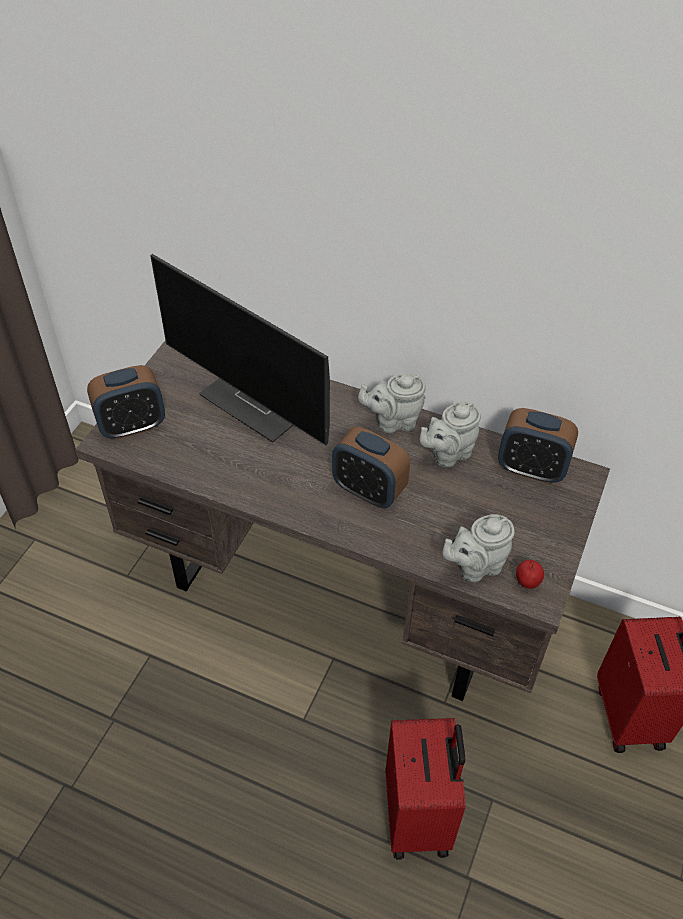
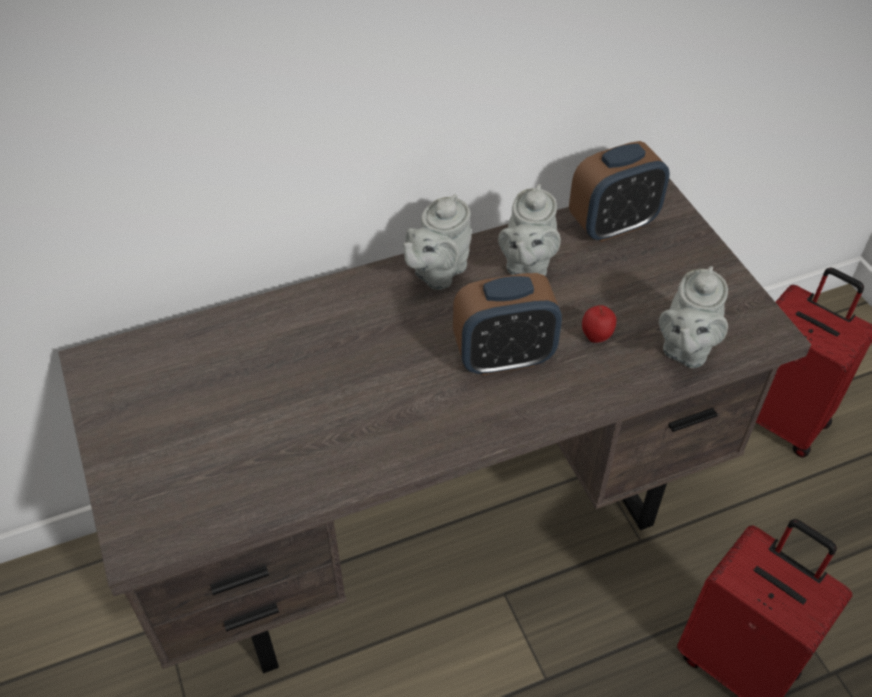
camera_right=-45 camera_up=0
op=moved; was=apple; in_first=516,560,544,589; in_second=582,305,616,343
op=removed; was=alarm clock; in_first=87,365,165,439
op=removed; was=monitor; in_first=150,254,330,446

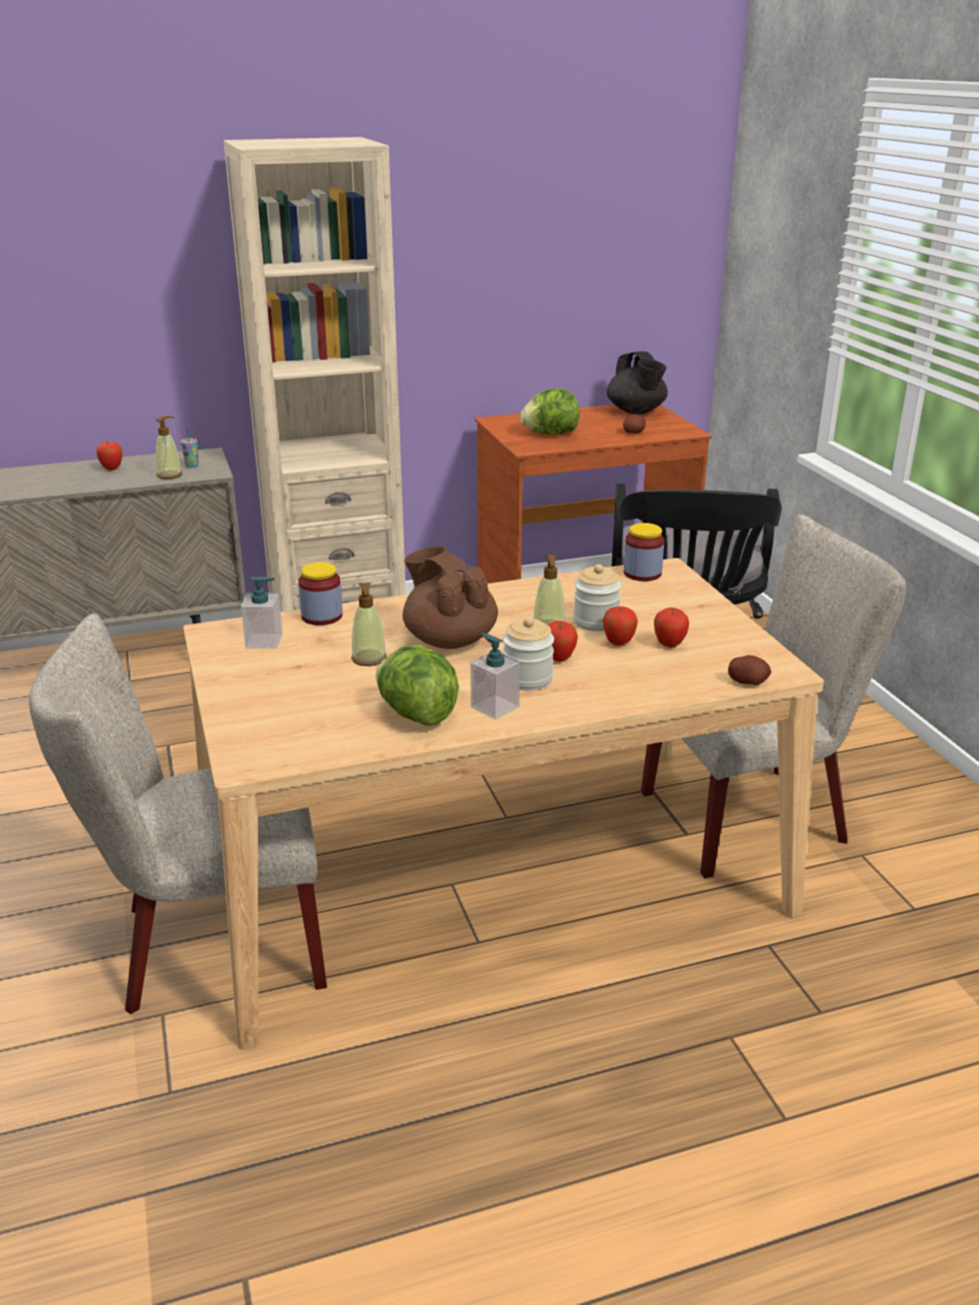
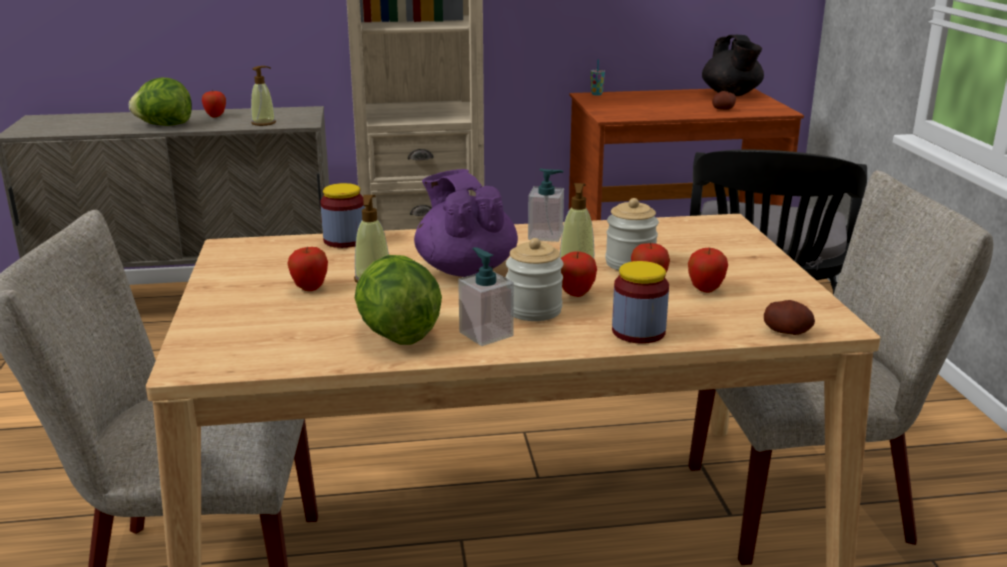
camera_right=10 camera_up=-5
op=moved; was=lettuce; in_first=521,388,579,435; in_second=129,78,192,126
op=added; now=apple; in_second=287,247,328,291
op=recoloured; was=teapot (brown); now=teapot (purple); in_first=403,546,498,649; in_second=414,169,518,277
op=moved; was=soap dispenser; in_first=241,577,283,649; in_second=528,169,564,242
op=moved; was=cup; in_first=181,427,199,468; in_second=591,59,605,95
op=moved; was=jar; in_first=624,523,664,581; in_second=612,261,669,343

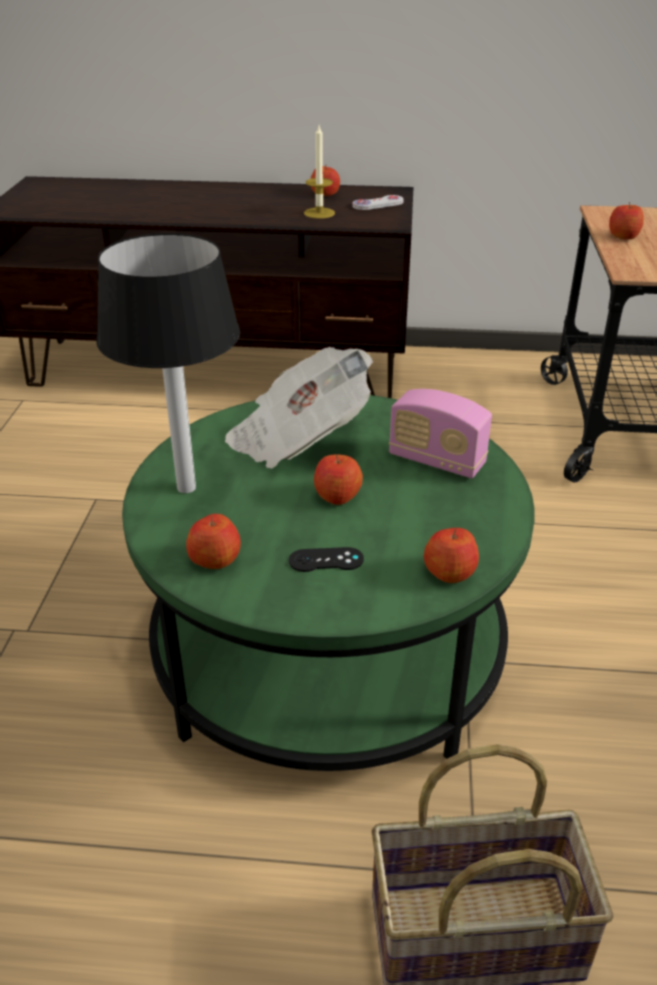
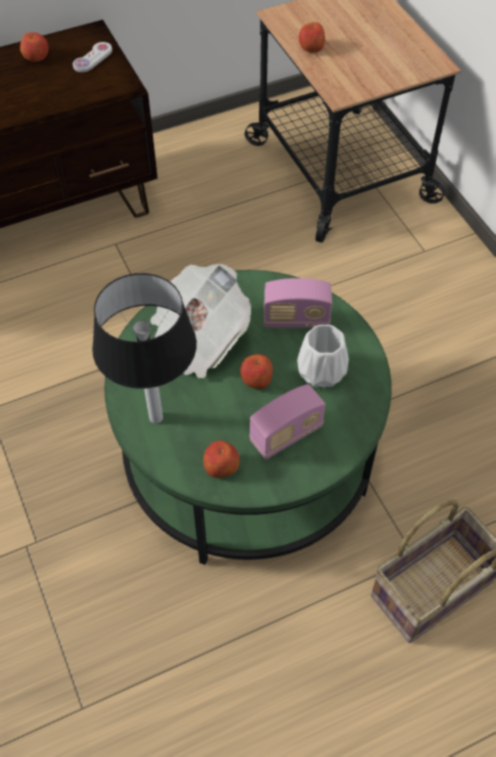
camera_right=-30 camera_up=20
op=replaced; was=game controller (black); now=radio; in_first=289,547,364,572; in_second=249,384,325,460
op=added; now=vase (white); in_second=297,325,349,388
op=removed; was=candle; in_first=304,126,335,219
op=removed; was=apple; in_first=424,528,479,583

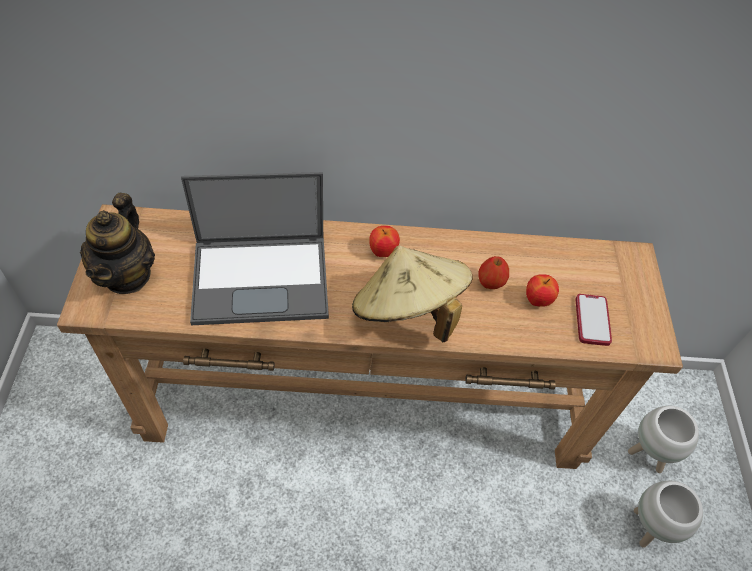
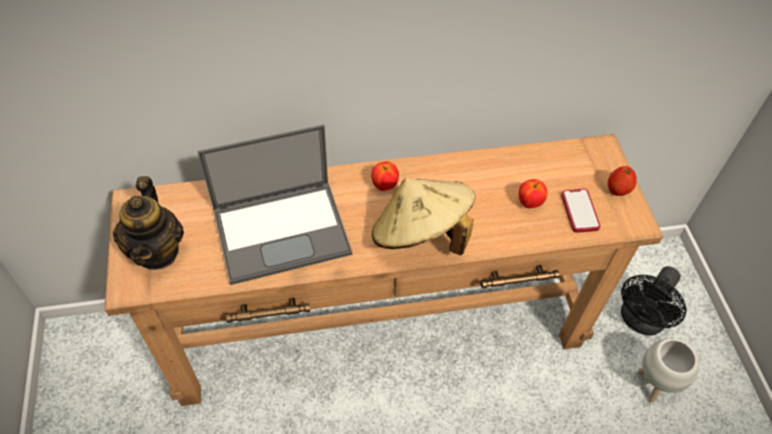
camera_right=-10 camera_up=0
op=moved; was=apple; in_first=479,256,509,289; in_second=608,166,637,196
op=replaced; was=planter (white); now=fan (black); in_first=628,406,699,473; in_second=621,266,686,336

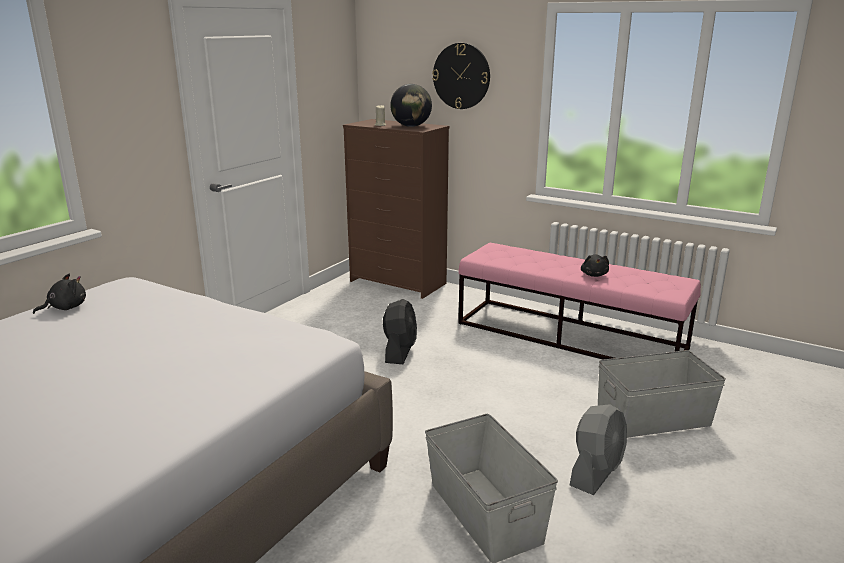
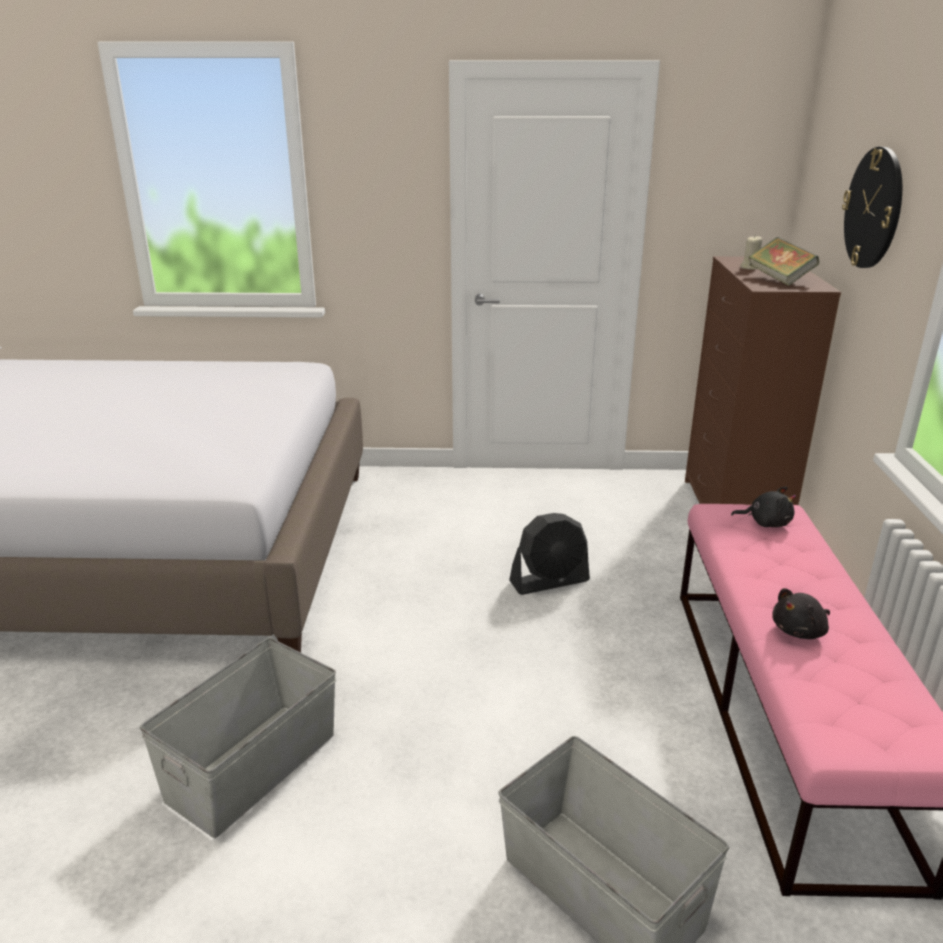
camera_right=60 camera_up=5
op=moved; was=plush toy (black); in_first=33,274,86,314; in_second=731,487,796,527
op=replaced; was=globe; now=book; in_first=390,84,432,127; in_second=749,237,819,286
op=removed; was=fan (grey); in_first=570,404,627,495

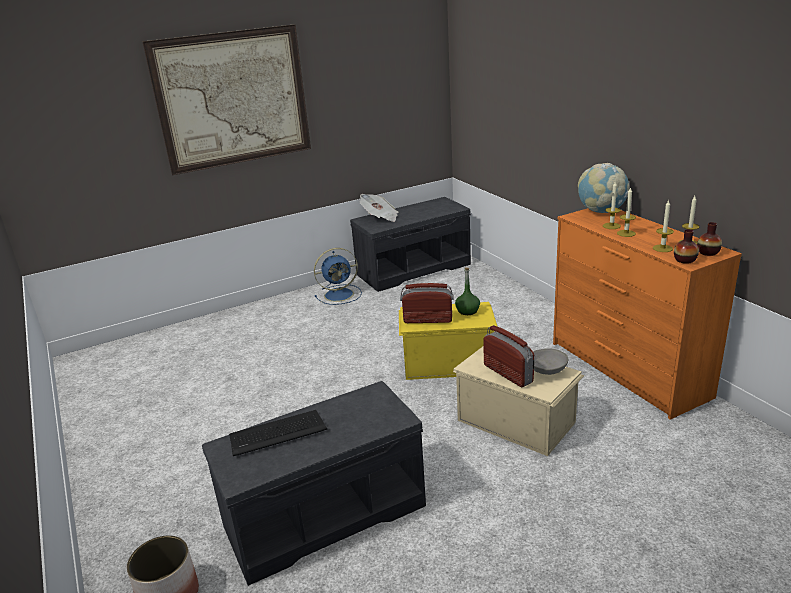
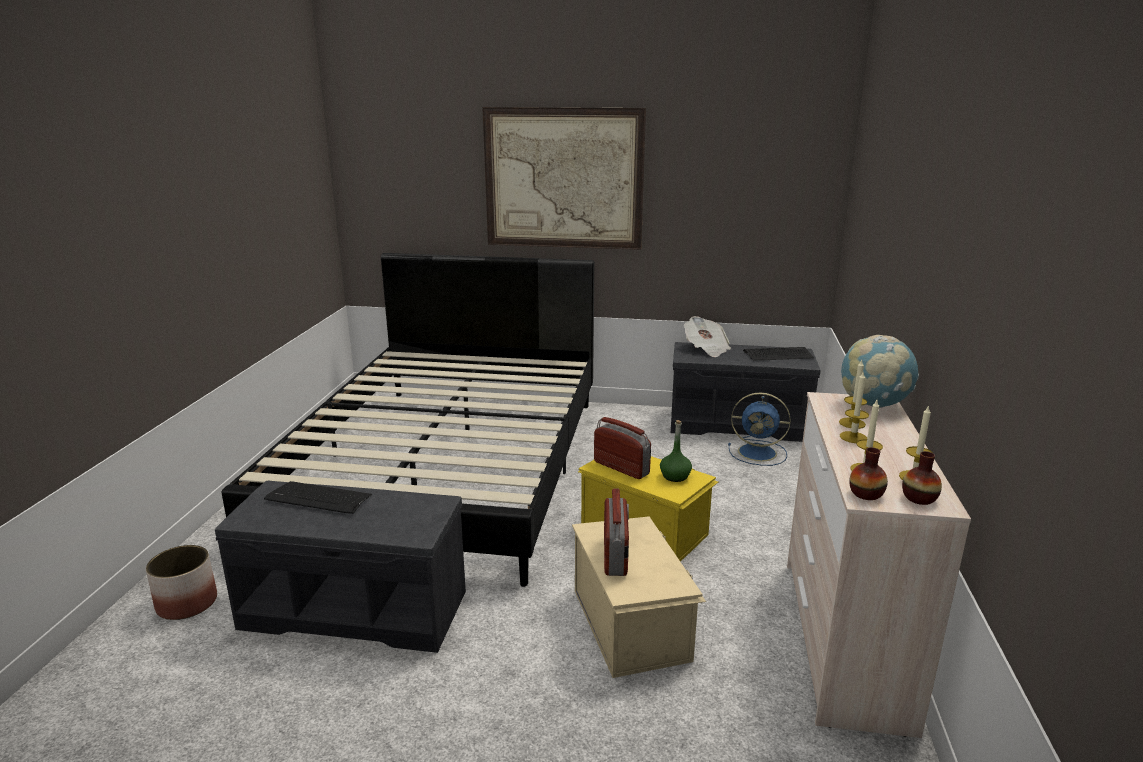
camera_right=35 camera_up=-5
op=added; now=bed (black); in_second=222,253,594,587
op=moved; was=fan (blue); in_first=314,248,362,305; in_second=728,393,791,466
op=added; now=keyboard; in_second=743,347,814,361
op=recoloured; was=dresser (orange); now=dresser (beige); in_first=553,208,742,420; in_second=787,392,971,738
op=removed; was=bowl (grey); in_first=533,348,568,375

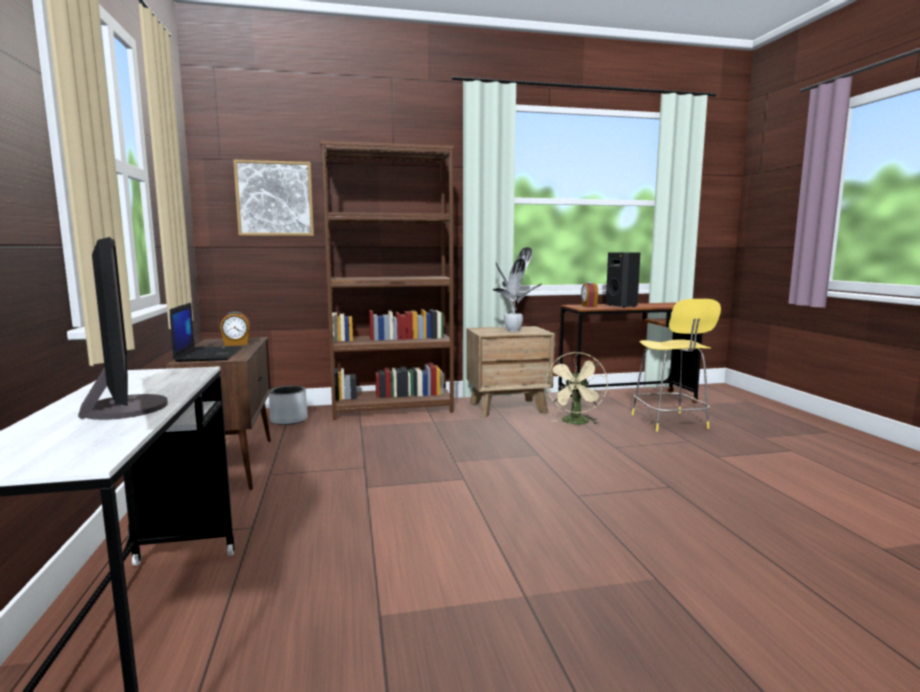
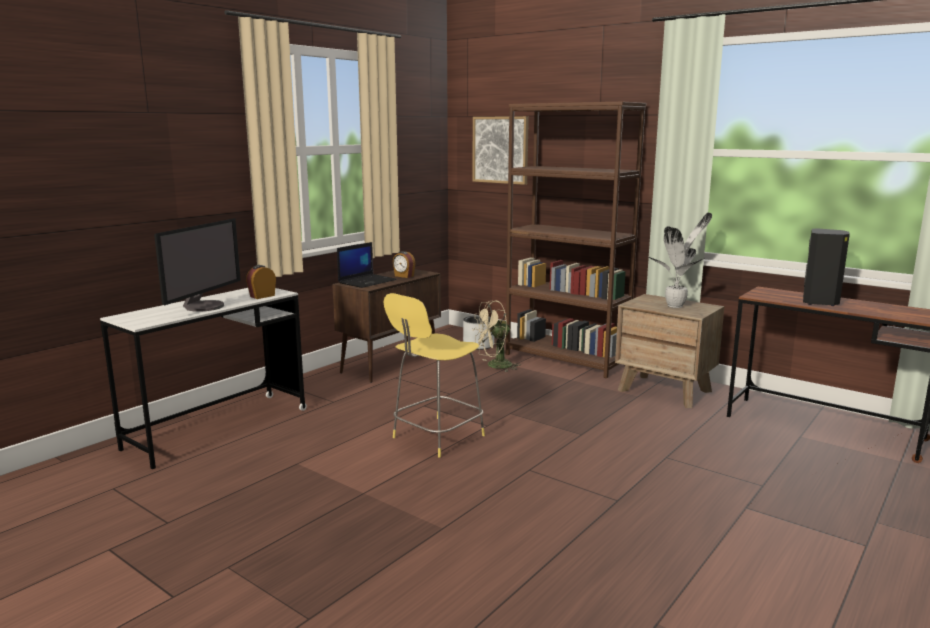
camera_right=50 camera_up=5
op=moved; was=alarm clock; in_first=581,282,598,307; in_second=246,265,276,299
op=moved; was=stool (yellow); in_first=631,299,721,432; in_second=384,293,485,458
op=moved; was=fan (beige); in_first=546,352,608,424; in_second=472,300,520,372

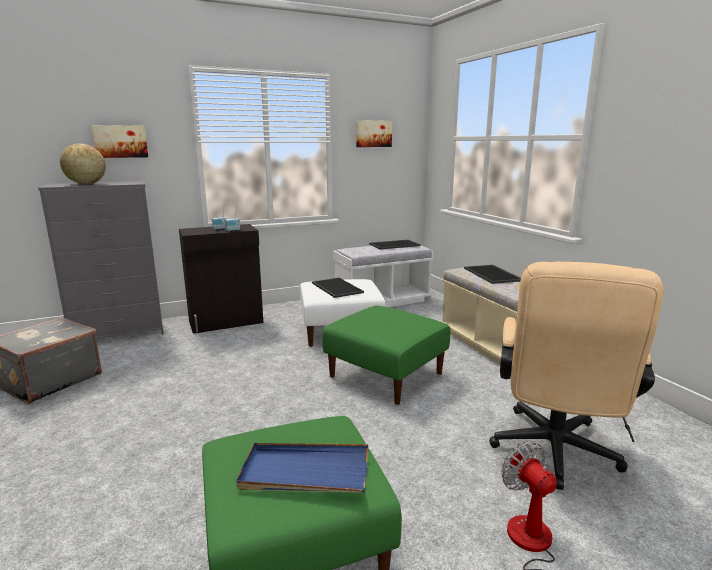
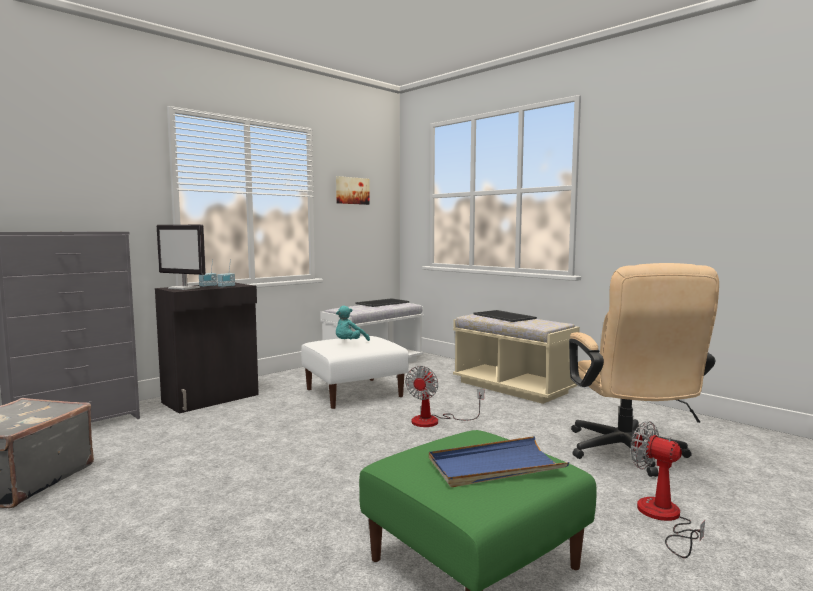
camera_right=-20 camera_up=-10
op=added; now=monitor; in_second=157,225,206,290
op=replaced; was=tray; now=plush toy (turquoise); in_first=312,278,364,298; in_second=336,306,370,341
op=replaced; was=ottoman (green); now=fan; in_first=322,306,451,405; in_second=405,366,484,427
op=removed; was=globe; in_first=60,143,106,184
op=removed; was=picture; in_first=92,125,148,158

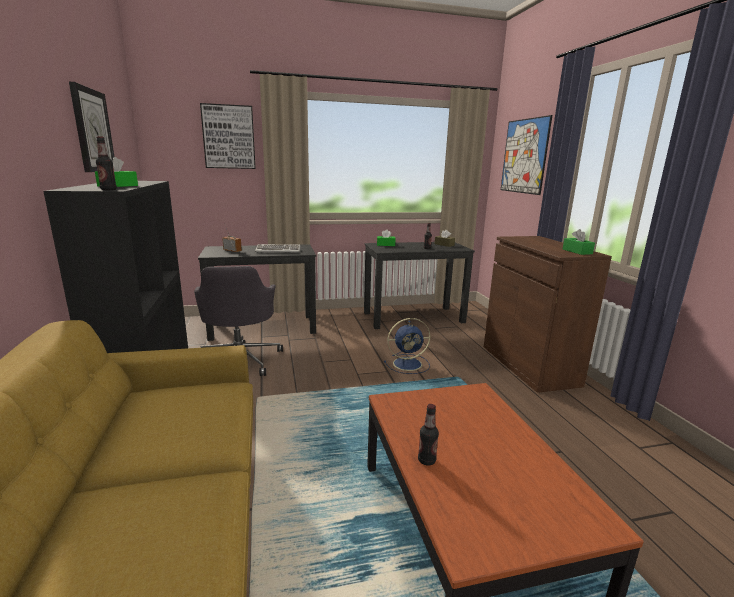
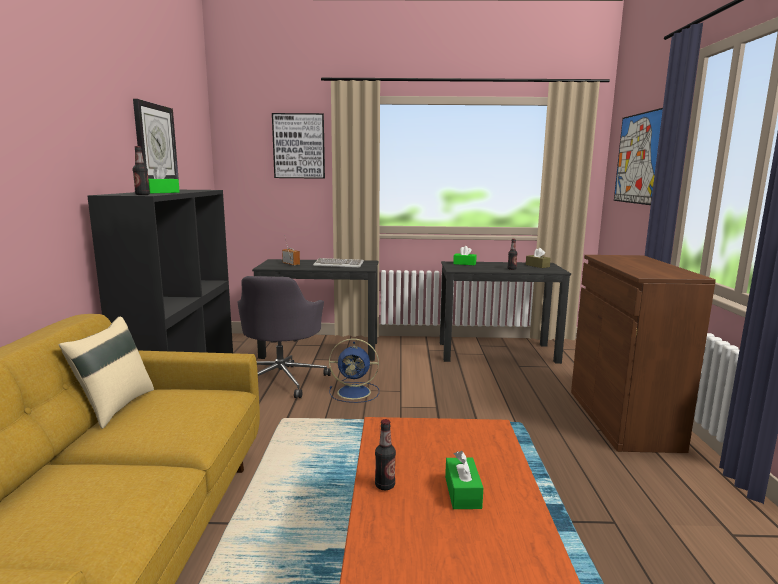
camera_right=15 camera_up=-5
op=added; now=pillow (beige); in_second=58,316,154,429
op=moved; was=fan (blue); in_first=384,318,430,374; in_second=329,338,379,403
op=moved; was=tissue box (green); in_first=563,229,595,255; in_second=445,451,483,509

